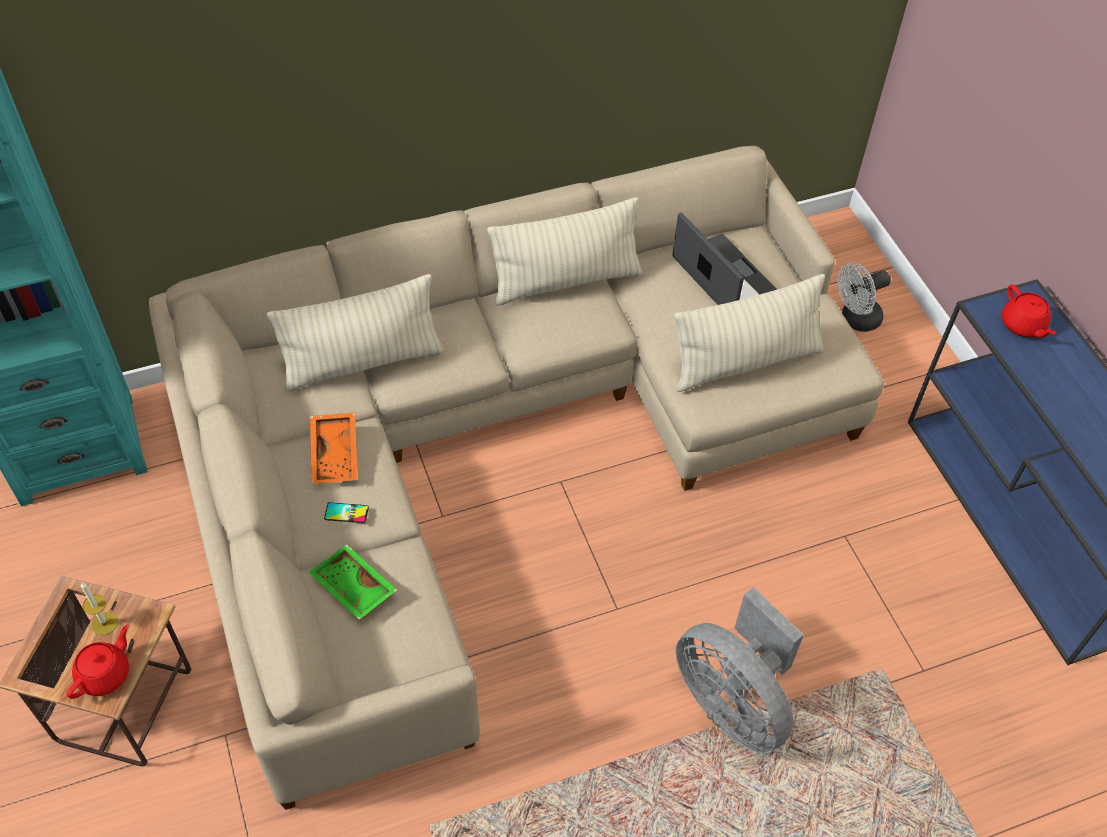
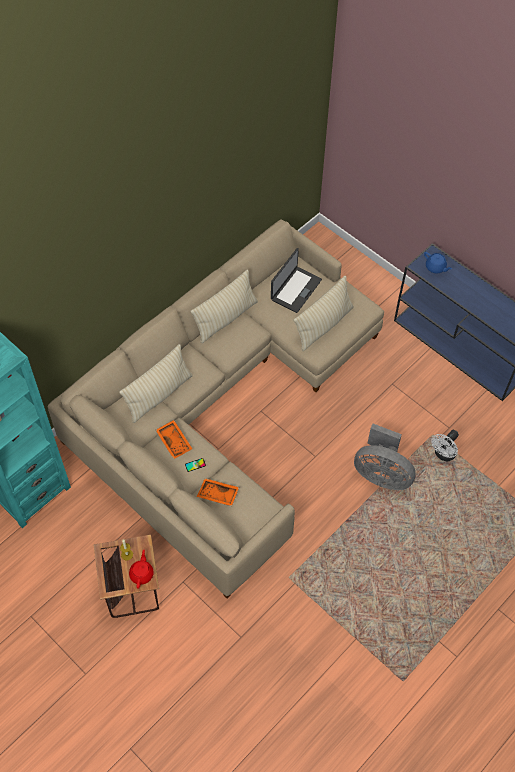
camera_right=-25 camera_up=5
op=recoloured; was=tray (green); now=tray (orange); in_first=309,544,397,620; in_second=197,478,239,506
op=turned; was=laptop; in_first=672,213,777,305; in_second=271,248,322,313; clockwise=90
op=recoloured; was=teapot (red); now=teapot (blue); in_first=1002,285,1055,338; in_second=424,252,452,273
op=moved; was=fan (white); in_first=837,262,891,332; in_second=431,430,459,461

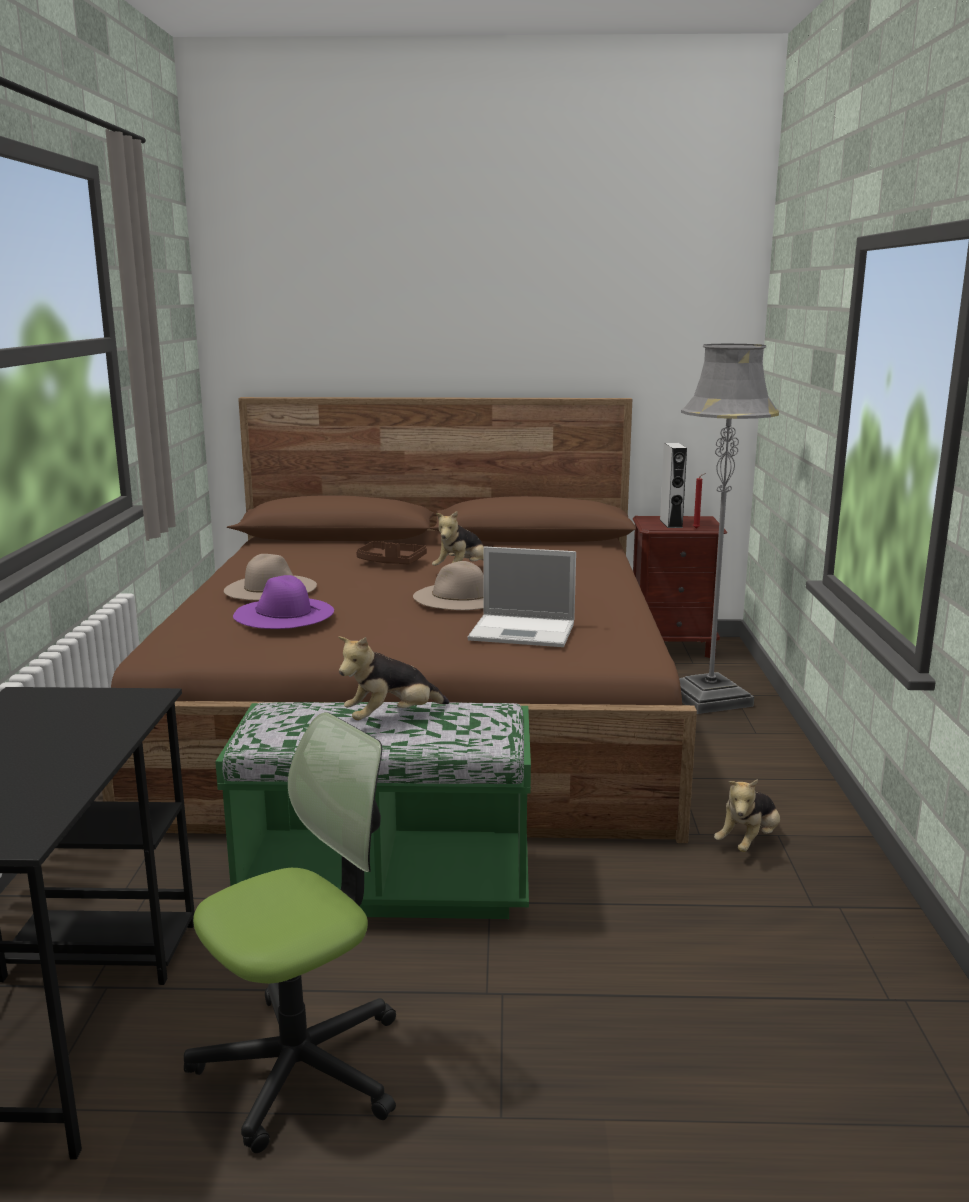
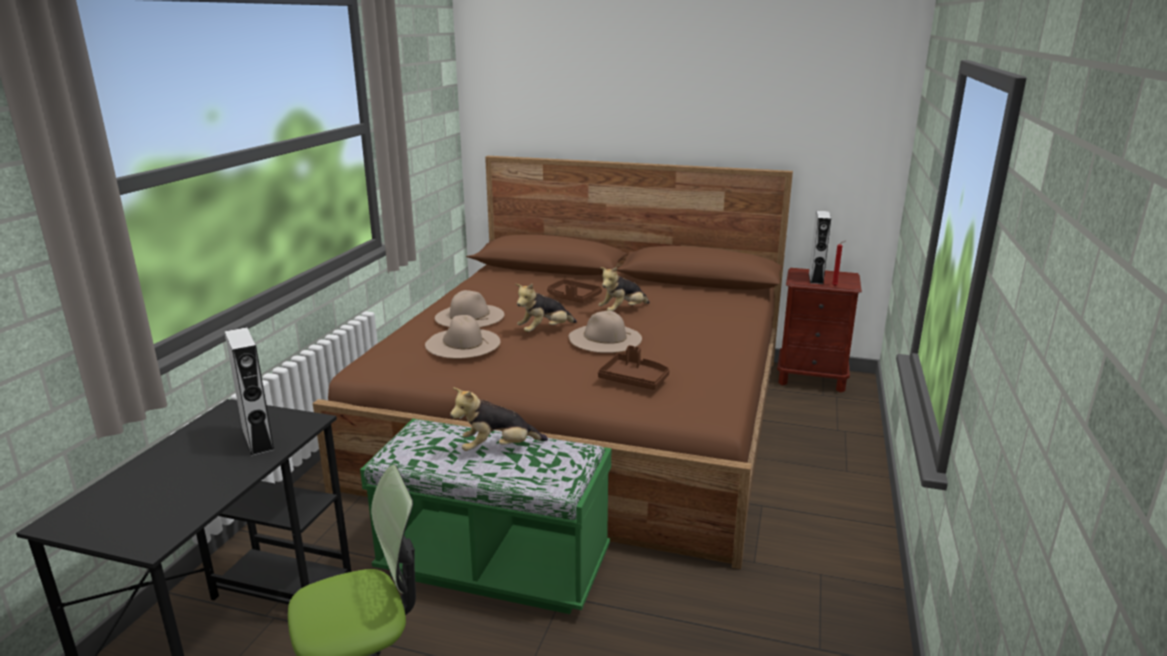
camera_right=15 camera_up=5
op=added; now=speaker (grey); in_second=224,327,275,456
op=recoloured; was=hat (purple); now=hat (beige); in_first=233,575,334,629; in_second=425,315,500,359
op=moved; was=plush toy; in_first=714,779,780,852; in_second=516,284,577,332
op=replaced; was=laptop; now=tray (brown); in_first=468,546,576,647; in_second=598,345,669,390
op=removed; was=floor lamp (grey); in_first=679,344,779,714

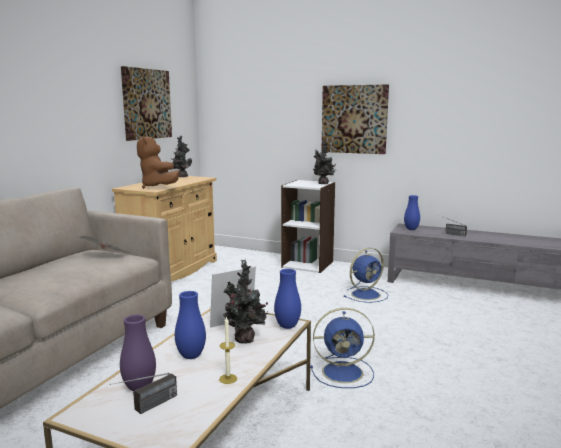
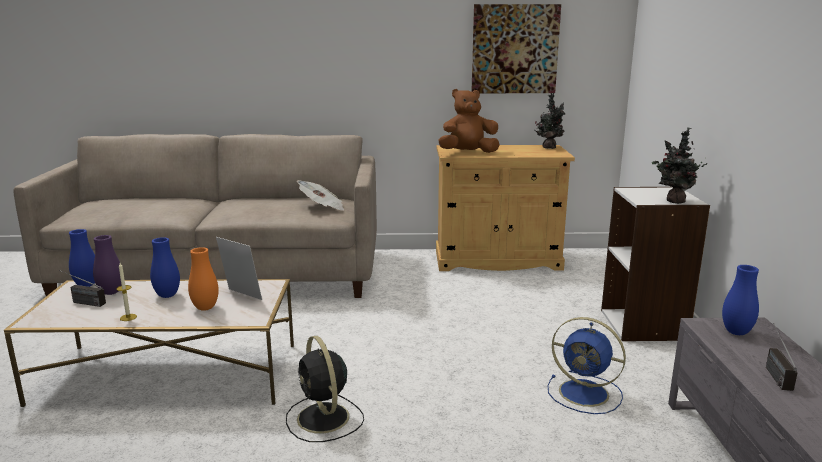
camera_right=65 camera_up=5
op=moved; was=vase (blue); in_first=274,269,301,329; in_second=69,229,95,287
op=replaced; was=potted plant; now=vase (orange); in_first=223,260,268,344; in_second=188,247,219,311
op=recoloured; was=fan (blue); now=fan (black); in_first=310,308,375,388; in_second=286,336,364,442
op=turned; was=plush toy (brown); in_first=137,136,179,189; in_second=438,89,500,153; clockwise=45
op=removed; was=picture; in_first=322,84,389,154

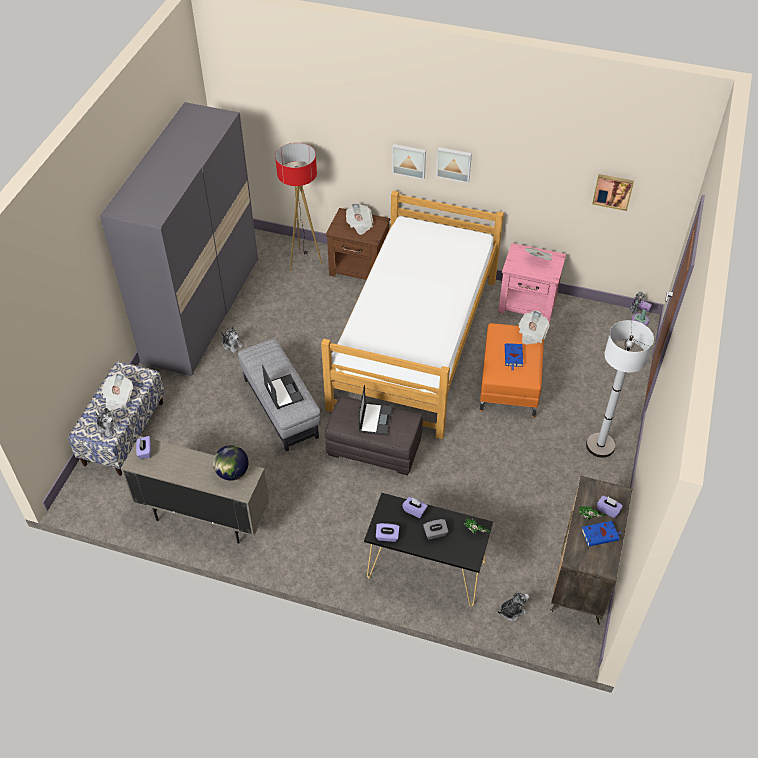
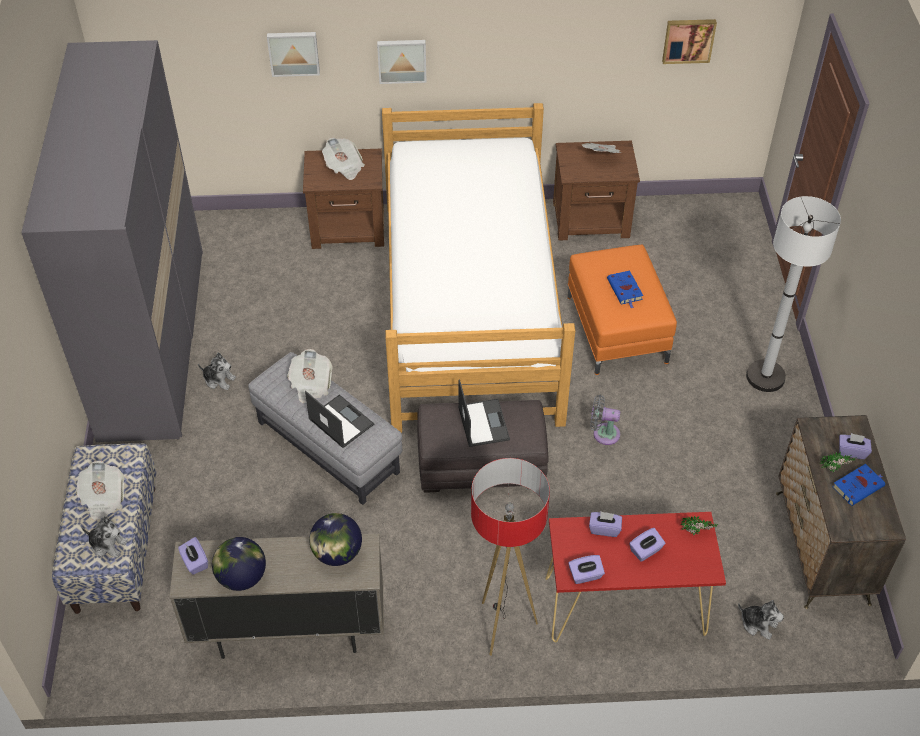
camera_right=-20 camera_up=0
op=added; now=globe; in_second=212,537,266,591
op=moved; was=picture; in_first=436,147,472,183; in_second=267,32,320,77
op=moved; was=newspaper; in_first=518,310,549,344; in_second=287,349,333,403
op=moved; was=floor lamp; in_first=275,143,322,271; in_second=471,458,550,656
op=recoloured; was=console table (black); now=console table (red); in_first=364,493,493,607; in_second=545,512,726,643
op=recoloured; was=nightstand (pink); now=nightstand (brown); in_first=498,243,566,323; in_second=553,141,640,241
op=moved; was=fan (grey); in_first=630,292,652,325; in_second=590,395,620,445
op=recoloured; was=tissue box (grey); now=tissue box (purple); in_first=423,519,448,539; in_second=629,528,665,562
op=turned; was=plush toy; in_first=497,591,529,621; in_second=738,600,784,640; clockwise=75

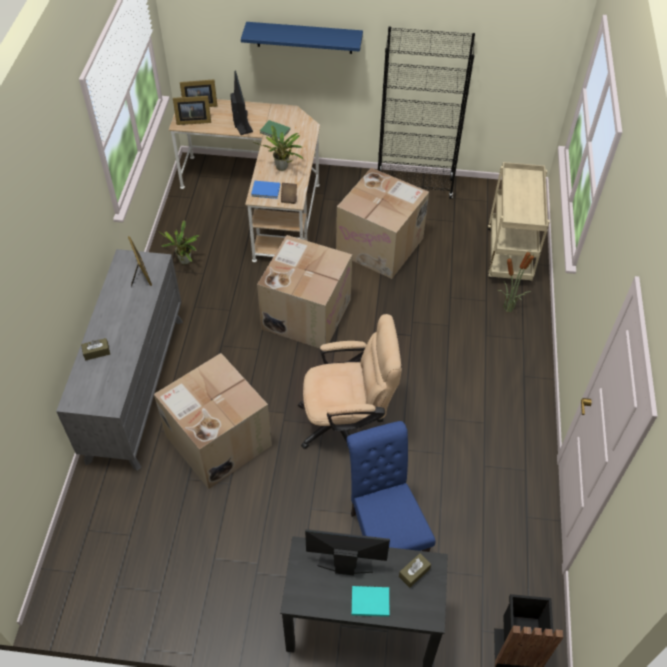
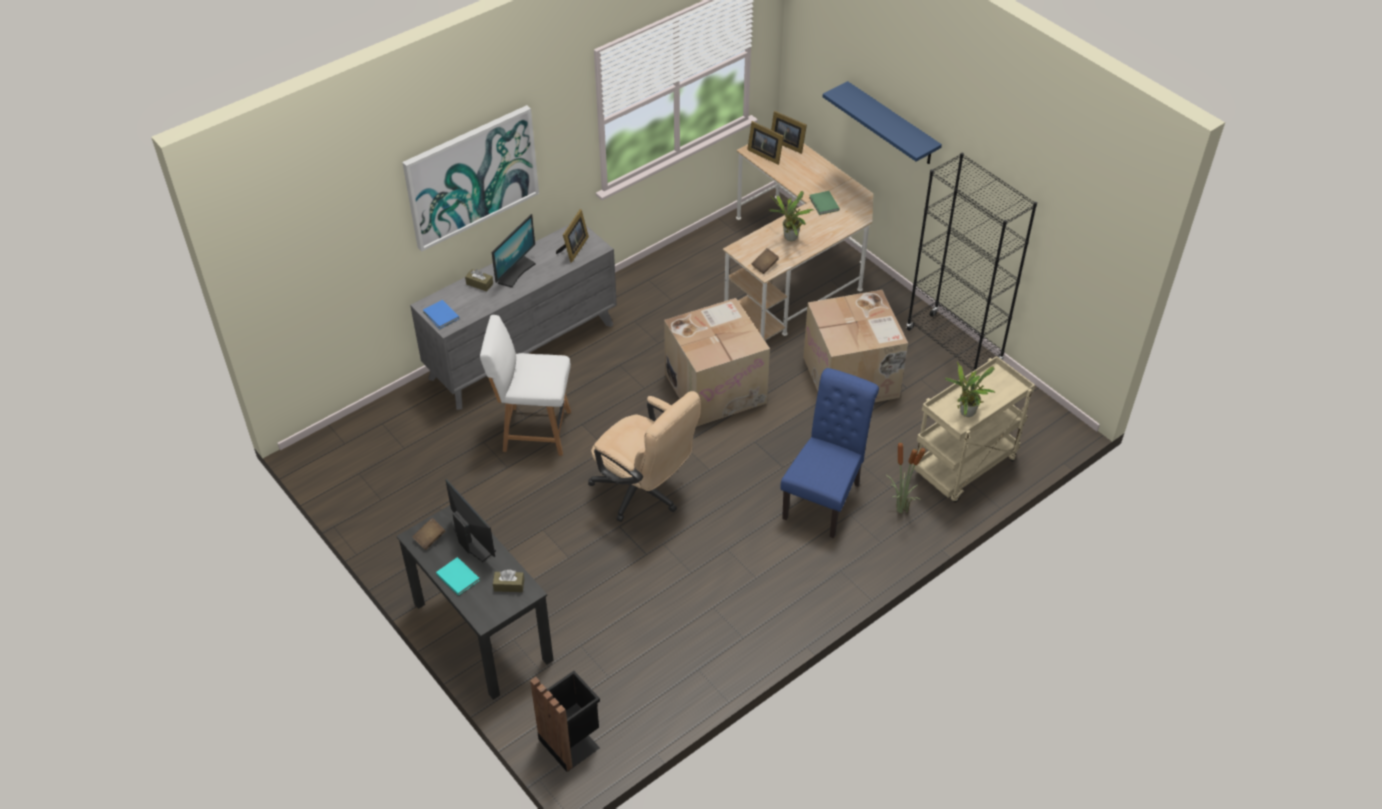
camera_right=45 camera_up=-5
op=added; now=picture; in_second=402,105,539,252
op=added; now=book (brown); in_second=412,518,445,550
op=moved; was=book (blue); in_first=251,181,280,199; in_second=423,300,459,329
op=replaced; was=cardboard box; now=chair (white); in_first=154,353,272,489; in_second=480,315,571,456
op=moved; was=monitor; in_first=230,70,253,135; in_second=492,214,536,288
op=moved; was=chair (blue); in_first=346,421,436,552; in_second=781,368,879,538
op=moved; was=potted plant; in_first=158,221,199,264; in_second=945,362,995,417

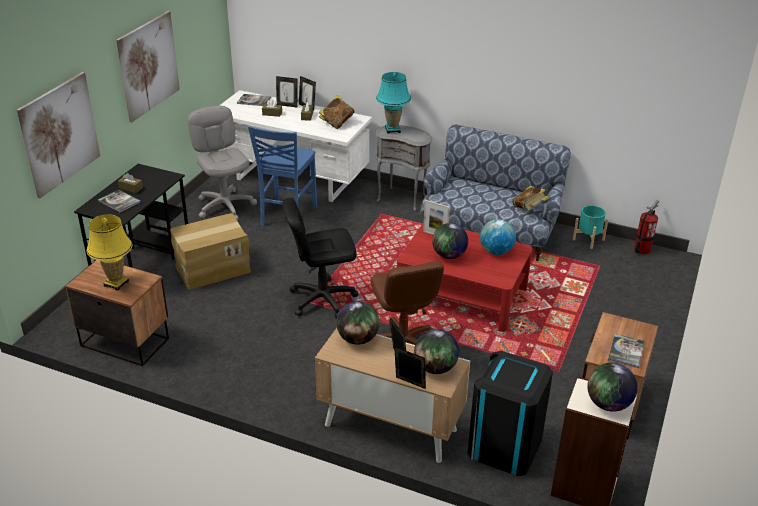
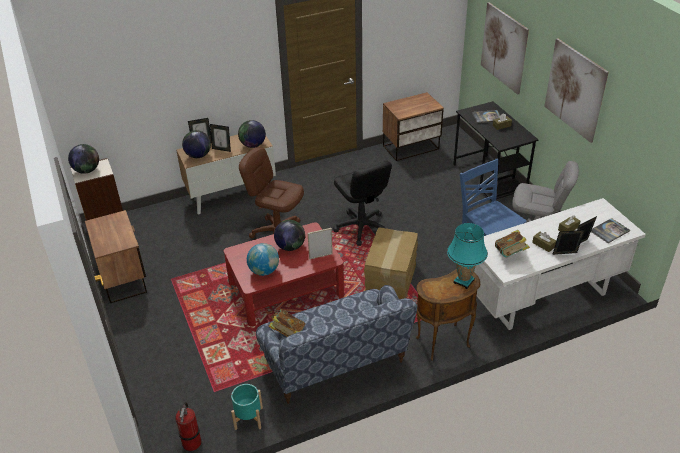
camera_right=135 camera_up=5
op=turned; was=office chair (black); in_first=283,198,359,319; in_second=333,161,392,246; clockwise=120
op=moved; was=cardboard box; in_first=170,213,251,290; in_second=364,227,418,299
op=recoloured; was=side table (grey); now=side table (brown); in_first=375,125,432,211; in_second=416,269,480,361
op=removed; was=table lamp (yellow); in_first=86,214,133,291
op=removed; was=trash can (black); in_first=467,351,553,476
op=removed; was=book; in_first=608,334,645,368

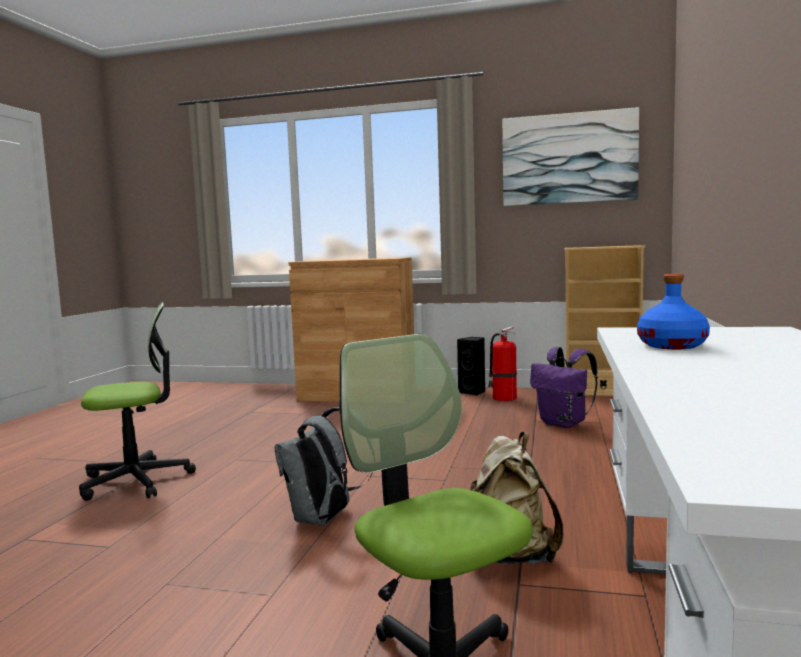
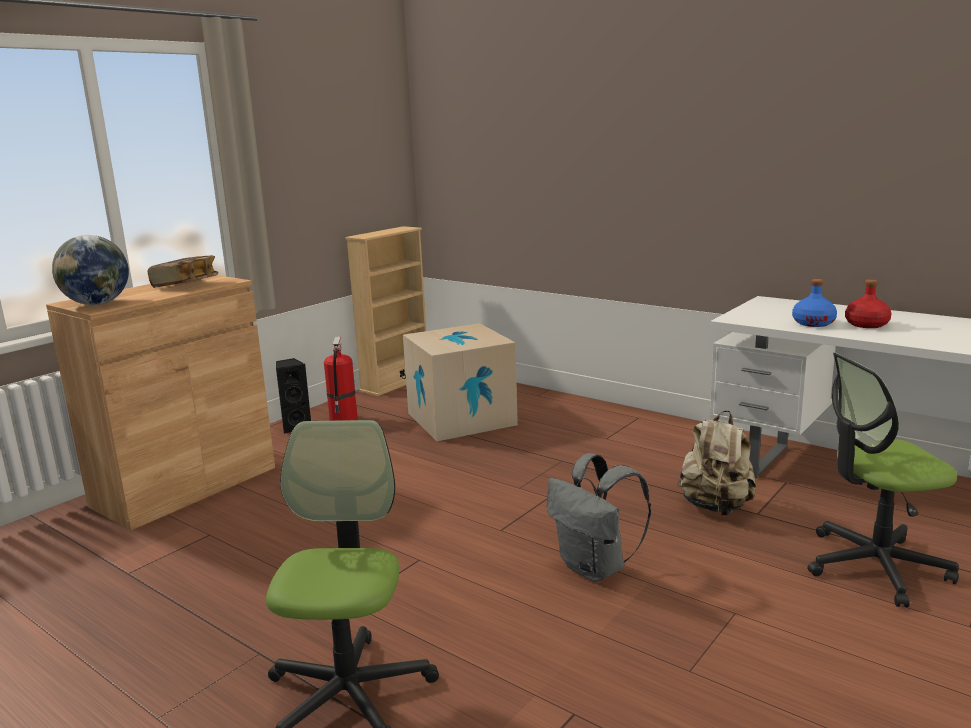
camera_right=-65 camera_up=10
op=added; now=globe; in_second=52,235,129,305
op=added; now=book; in_second=148,255,218,288
op=replaced; was=backpack (purple); now=cardboard box; in_first=530,347,598,428; in_second=403,323,518,441
op=added; now=bottle (red); in_second=845,279,892,328
op=removed; was=picture; in_first=502,107,639,206

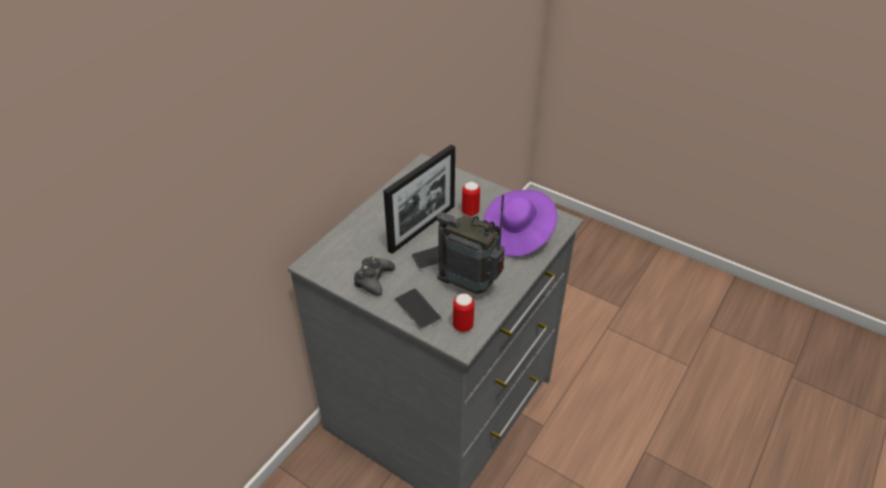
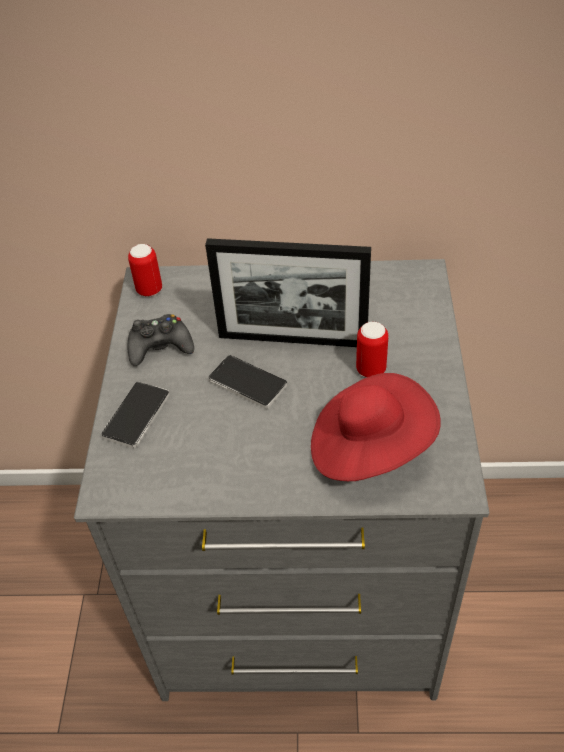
camera_right=60 camera_up=5
op=moved; was=can; in_first=453,293,474,332; in_second=128,244,162,297
op=recoloured; was=hat (purple); now=hat (red); in_first=482,190,557,257; in_second=311,373,441,481
op=removed; was=radio; in_first=437,194,505,294

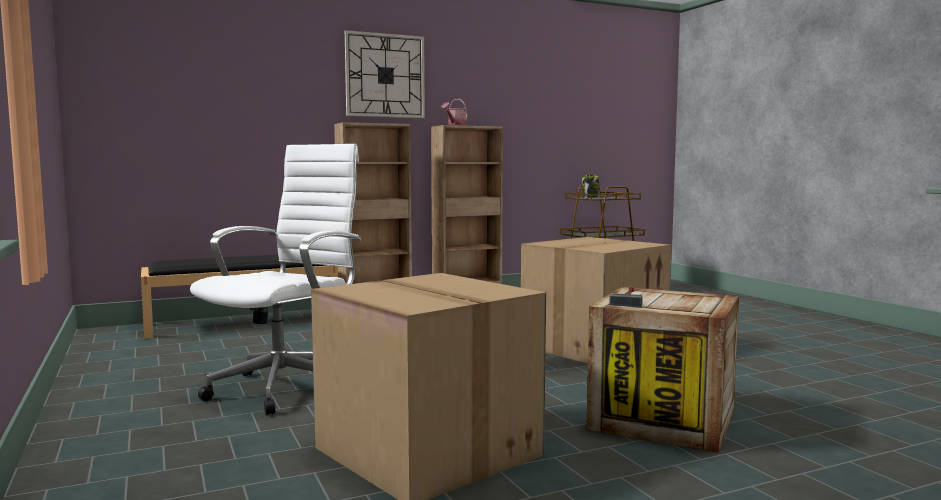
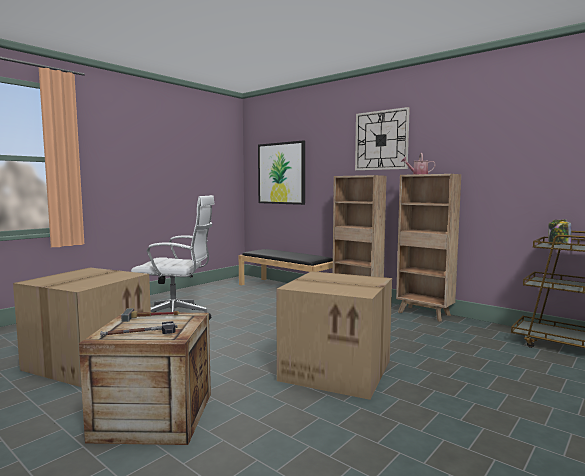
camera_right=65 camera_up=0
op=added; now=hammer; in_second=100,321,178,337
op=added; now=picture; in_second=258,140,305,205

